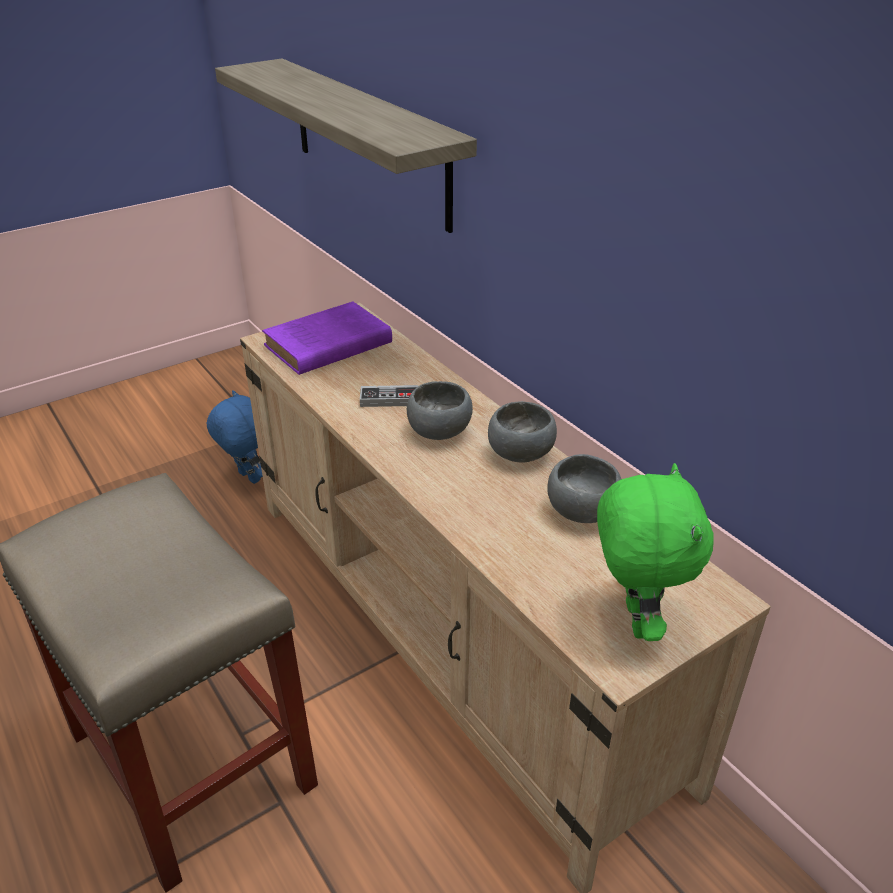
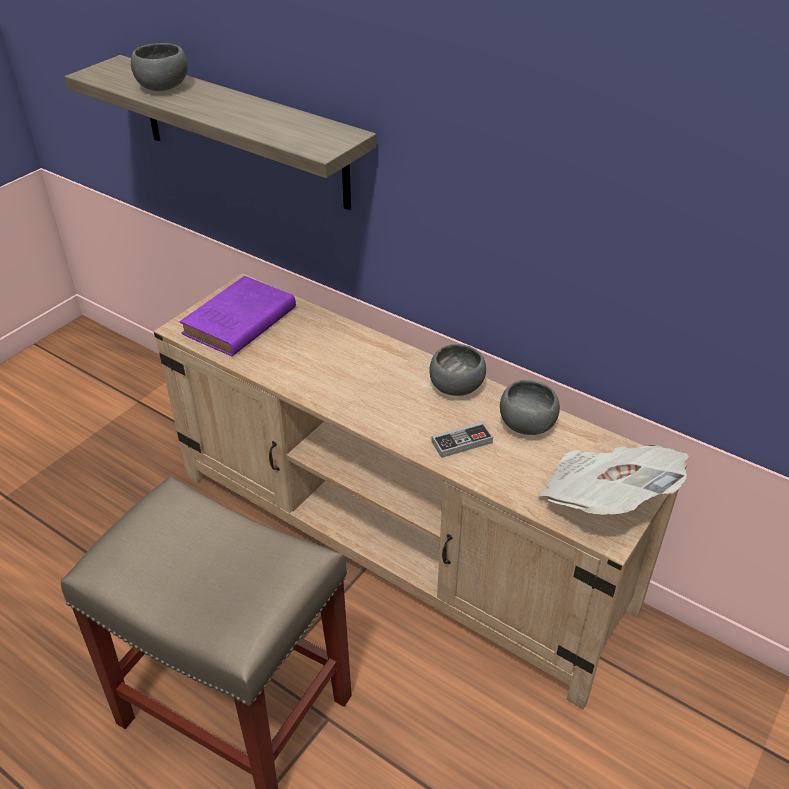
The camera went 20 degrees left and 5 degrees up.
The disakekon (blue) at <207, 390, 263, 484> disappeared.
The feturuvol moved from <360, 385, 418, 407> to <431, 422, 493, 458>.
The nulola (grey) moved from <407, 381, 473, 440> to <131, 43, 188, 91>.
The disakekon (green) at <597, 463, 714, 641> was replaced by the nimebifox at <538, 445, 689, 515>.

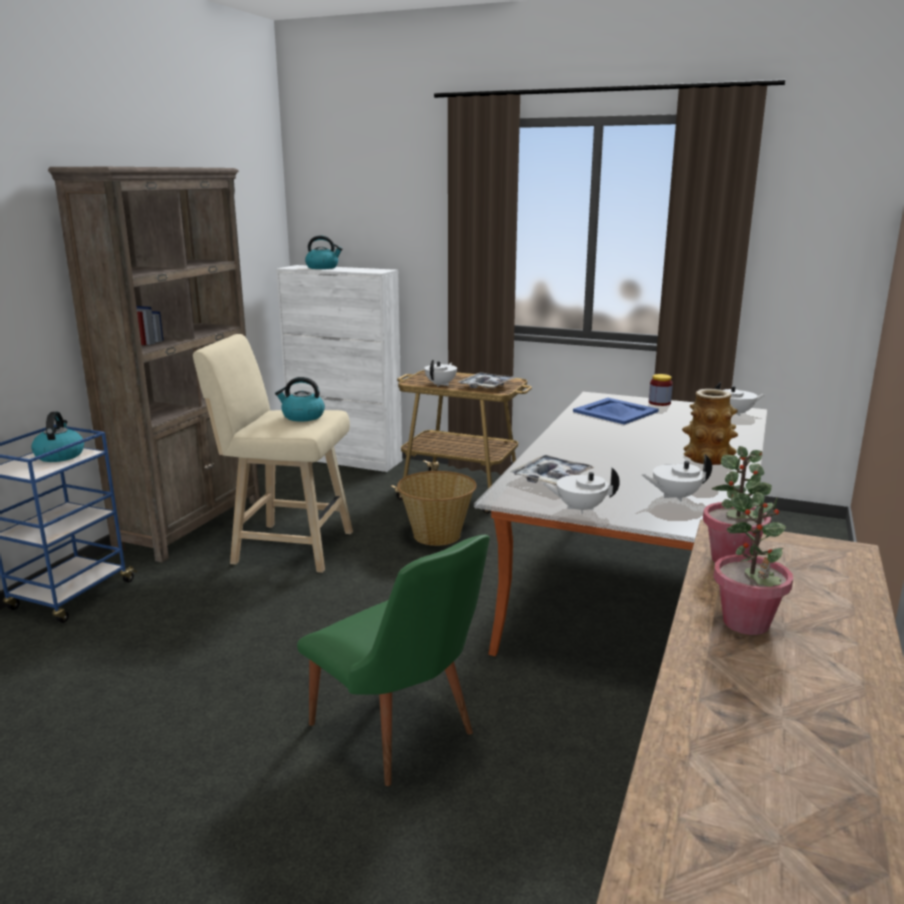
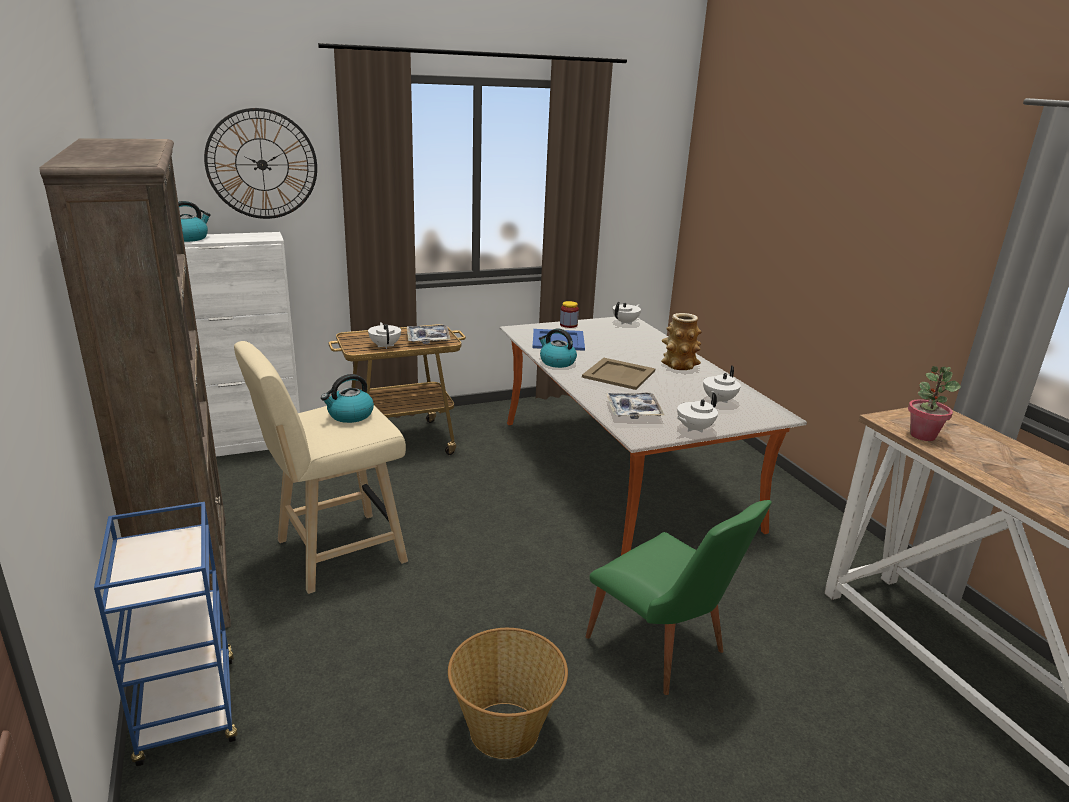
The camera went 45 degrees left and 5 degrees up.
The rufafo at <713, 492, 793, 635> disappeared.
The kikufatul at <204, 108, 317, 219> appeared.
The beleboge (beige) at <582, 358, 655, 390> appeared.
The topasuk moved from <31, 412, 84, 462> to <539, 328, 577, 368>.
The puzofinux moved from <397, 471, 477, 546> to <448, 628, 568, 759>.
The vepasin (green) at <297, 535, 490, 786> turned 45 degrees clockwise.

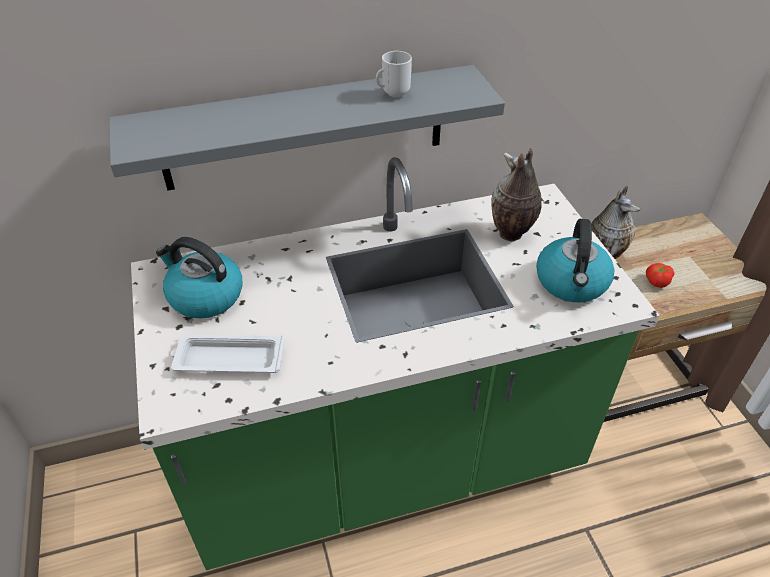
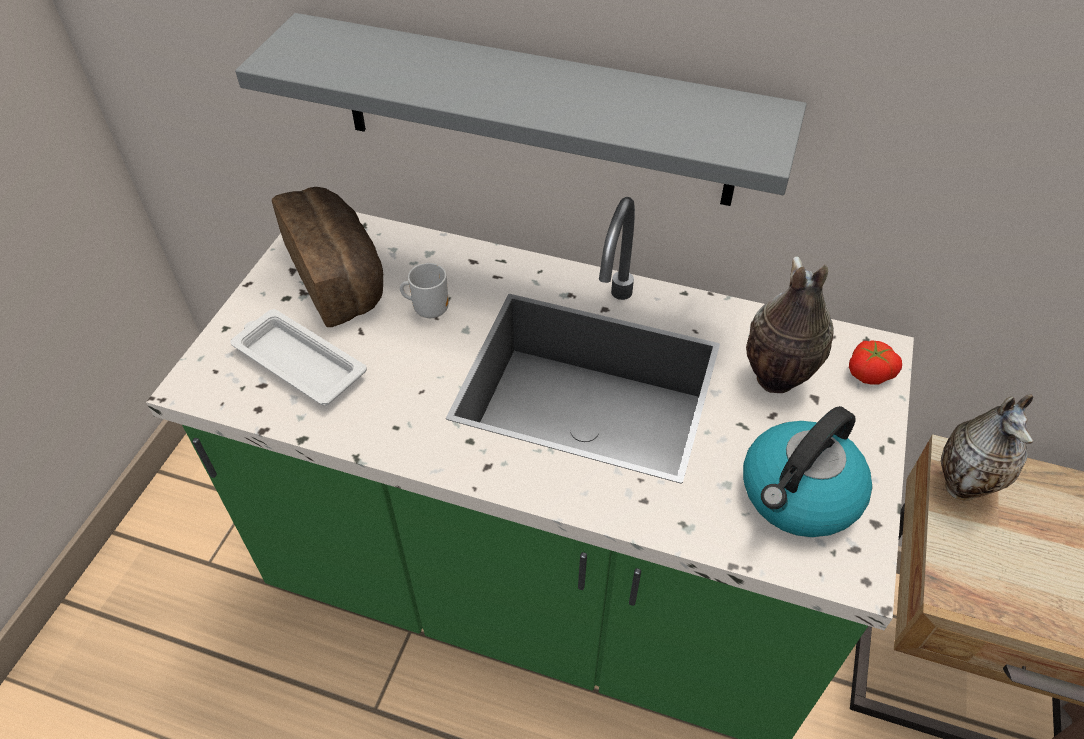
The camera went 35 degrees right and 5 degrees up.
The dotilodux moved from <376, 51, 412, 97> to <400, 263, 449, 318>.
The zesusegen moved from <646, 263, 674, 288> to <849, 340, 902, 385>.
The topasuk at <156, 237, 243, 319> was replaced by the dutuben at <272, 187, 383, 327>.

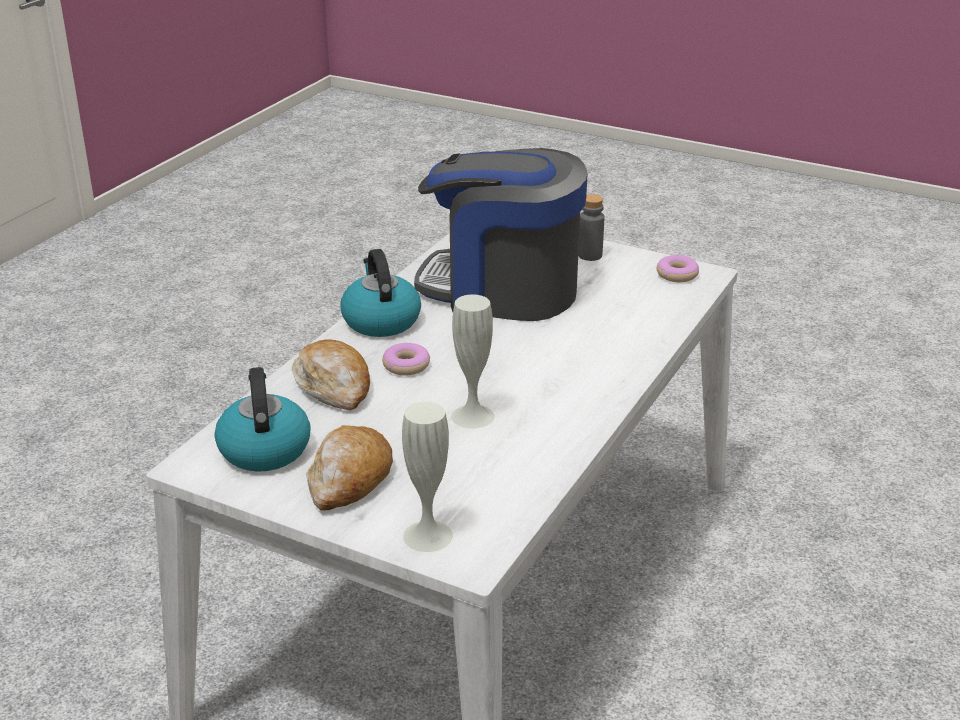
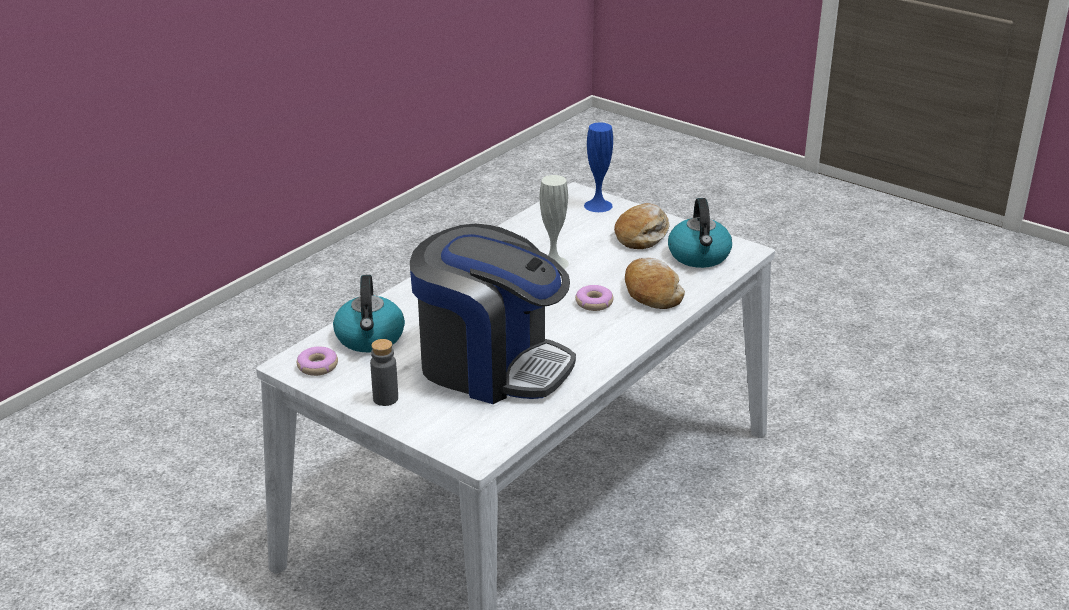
The camera went 170 degrees left and 0 degrees up.
The topasuk moved from <340, 249, 421, 337> to <333, 275, 405, 352>.
The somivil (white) at <402, 402, 453, 552> became the somivil (blue) at <584, 122, 613, 212>.

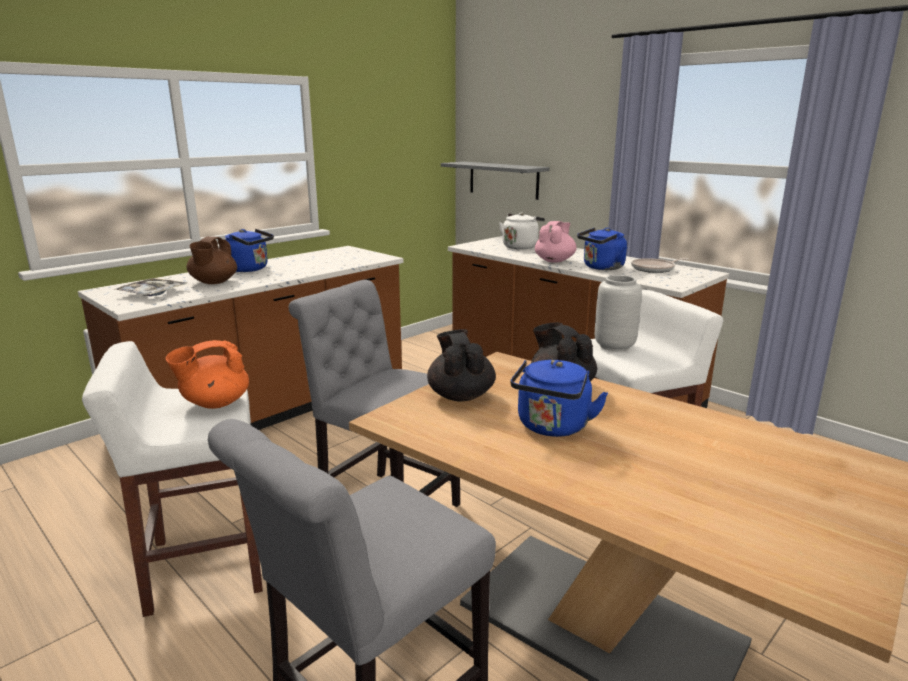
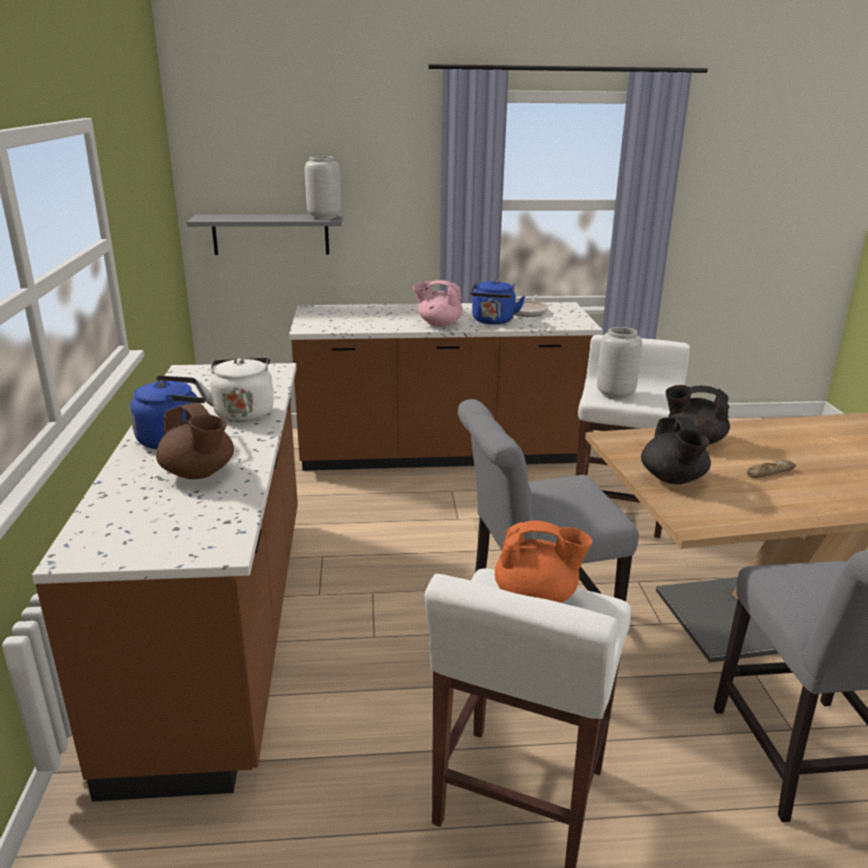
The camera went 50 degrees left and 5 degrees up.
The beleboge at <114, 278, 187, 296> disappeared.
The somivil (grey) at <305, 156, 341, 219> appeared.
The topasuk (white) moved from <499, 212, 545, 249> to <198, 358, 274, 422>.
The topasuk (blue) at <510, 360, 608, 437> was replaced by the dutuben at <747, 460, 796, 478>.
The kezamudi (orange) at <166, 340, 249, 409> turned 90 degrees counterclockwise.
The kezamudi (black) at <427, 329, 496, 401> turned 120 degrees counterclockwise.
The kezamudi (pink) at <535, 221, 577, 262> turned 60 degrees counterclockwise.

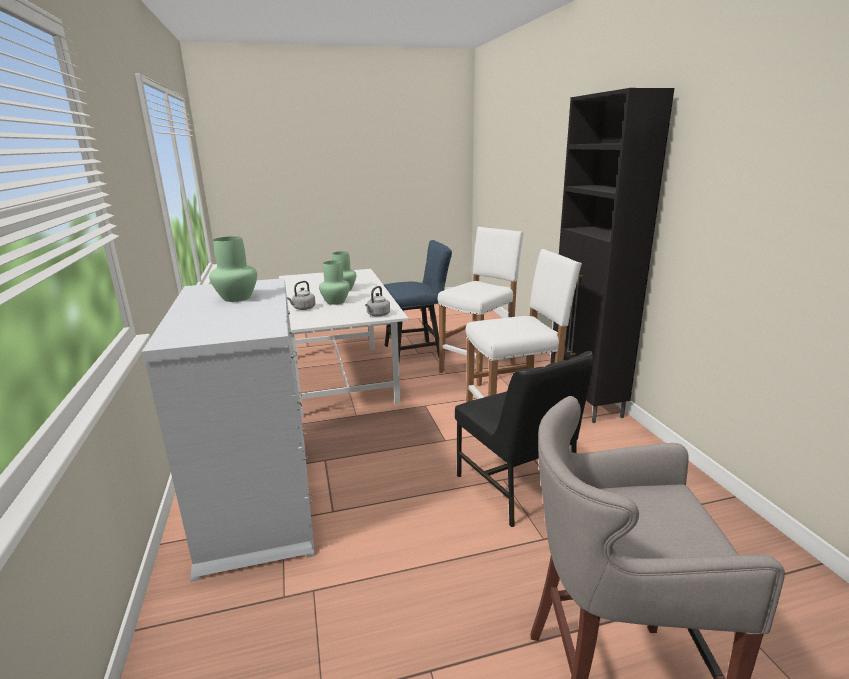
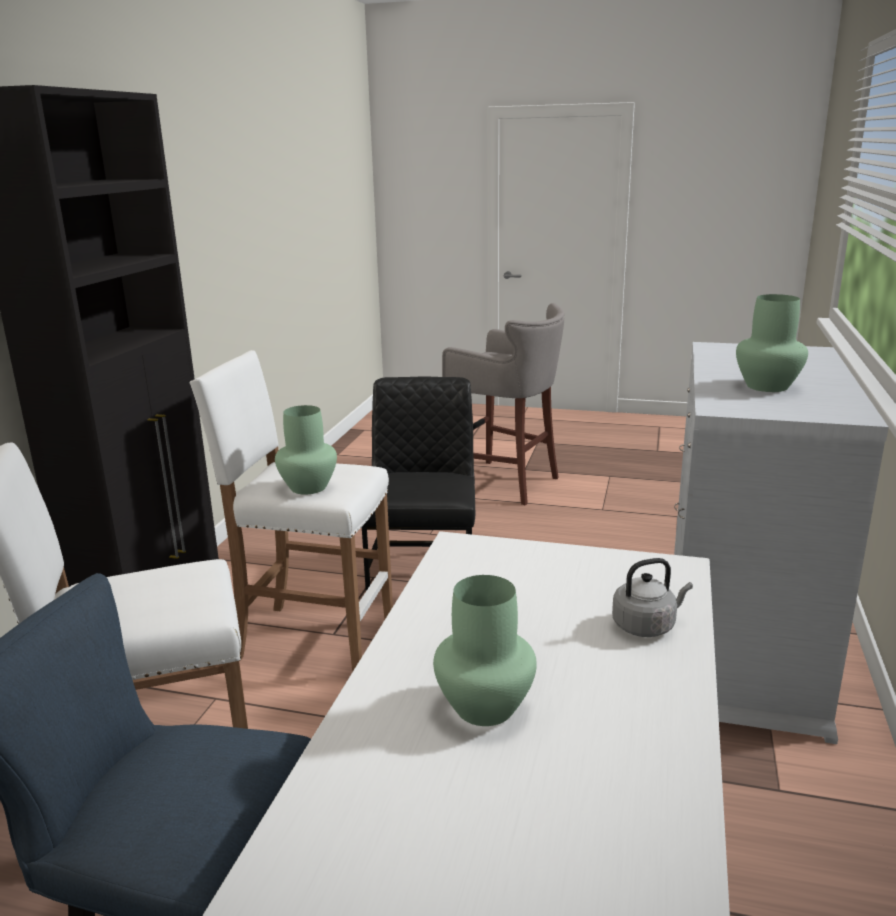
The camera went 150 degrees left and 0 degrees up.
The topasuk (grey) at <365, 286, 390, 317> disappeared.
The somivil (green) moved from <319, 261, 350, 305> to <275, 405, 337, 495>.

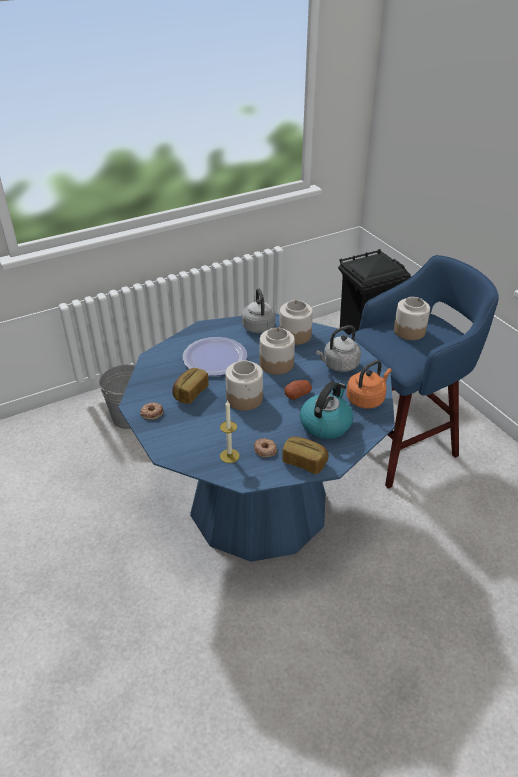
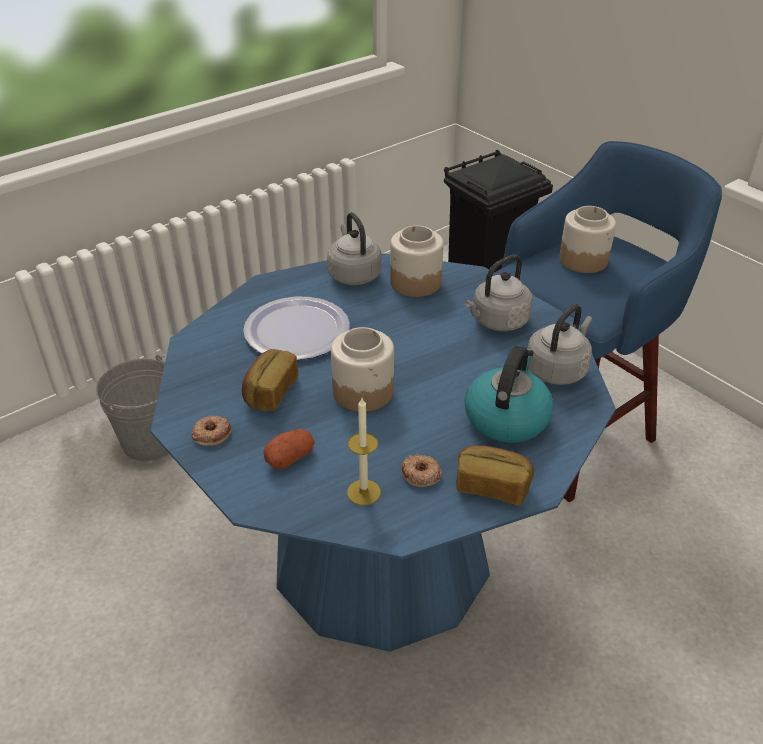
The camera went 10 degrees left and 0 degrees up.
The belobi at <260, 328, 295, 375> disappeared.
The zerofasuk moved from <284, 380, 312, 400> to <263, 429, 315, 469>.
The topasuk (orange) at <347, 360, 392, 409> became the topasuk (grey) at <528, 304, 593, 385>.

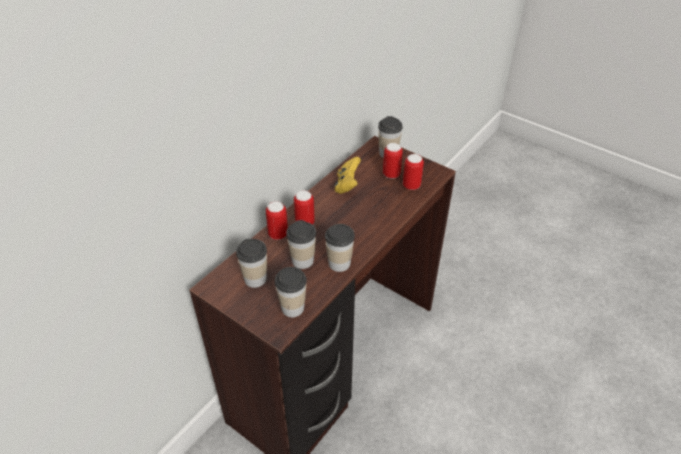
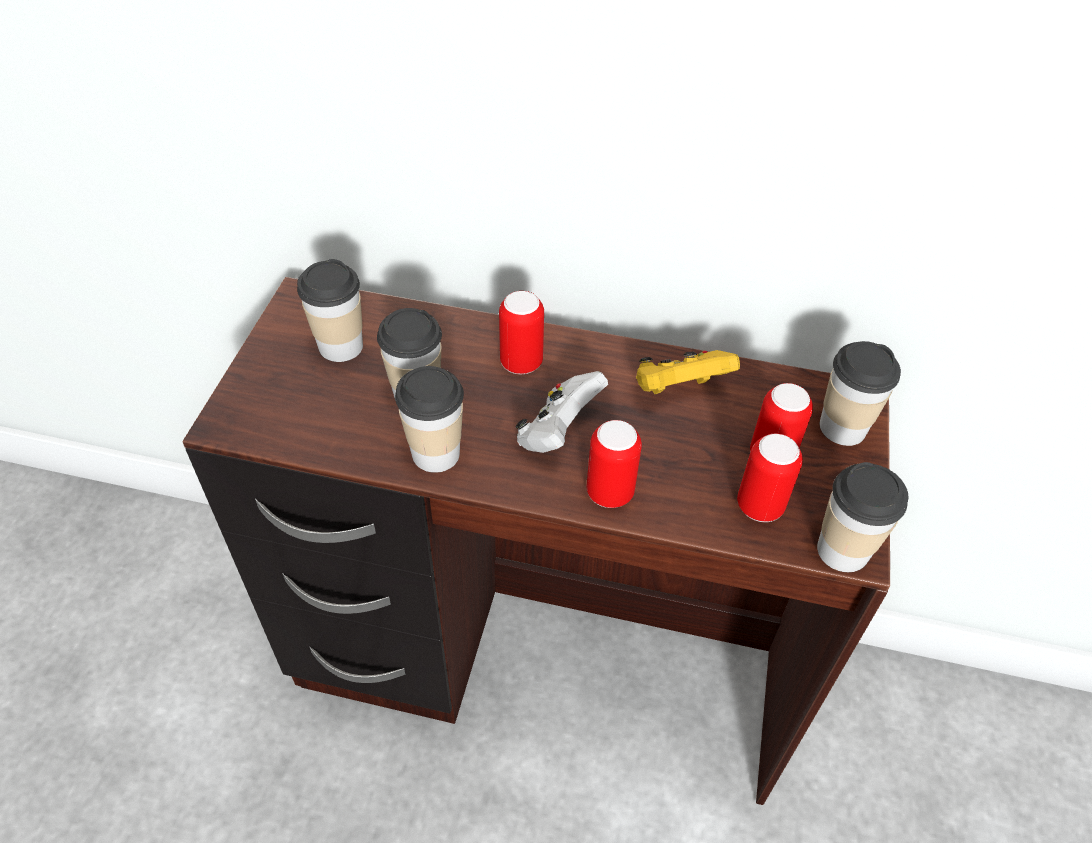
The camera went 65 degrees right and 5 degrees up.
The feturuvol (white) at <516, 371, 608, 453> appeared.
The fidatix moved from <266, 201, 288, 240> to <587, 420, 642, 508>.
The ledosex moved from <275, 267, 307, 317> to <817, 462, 908, 572>.

